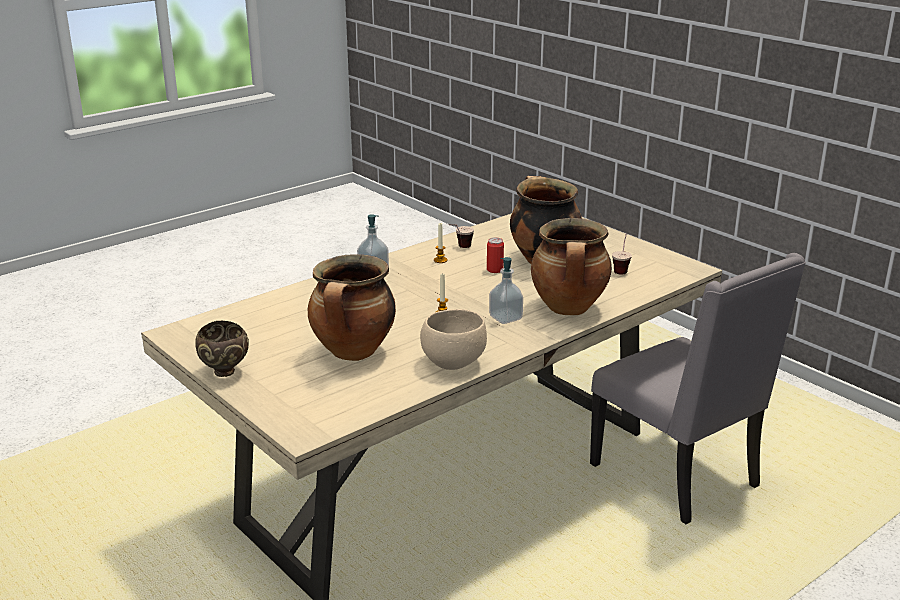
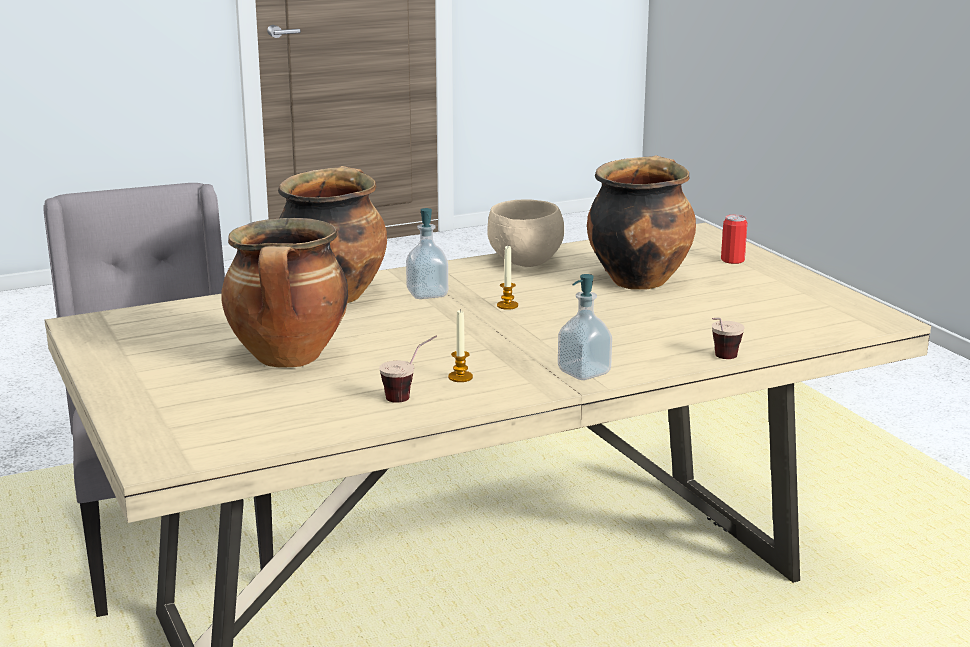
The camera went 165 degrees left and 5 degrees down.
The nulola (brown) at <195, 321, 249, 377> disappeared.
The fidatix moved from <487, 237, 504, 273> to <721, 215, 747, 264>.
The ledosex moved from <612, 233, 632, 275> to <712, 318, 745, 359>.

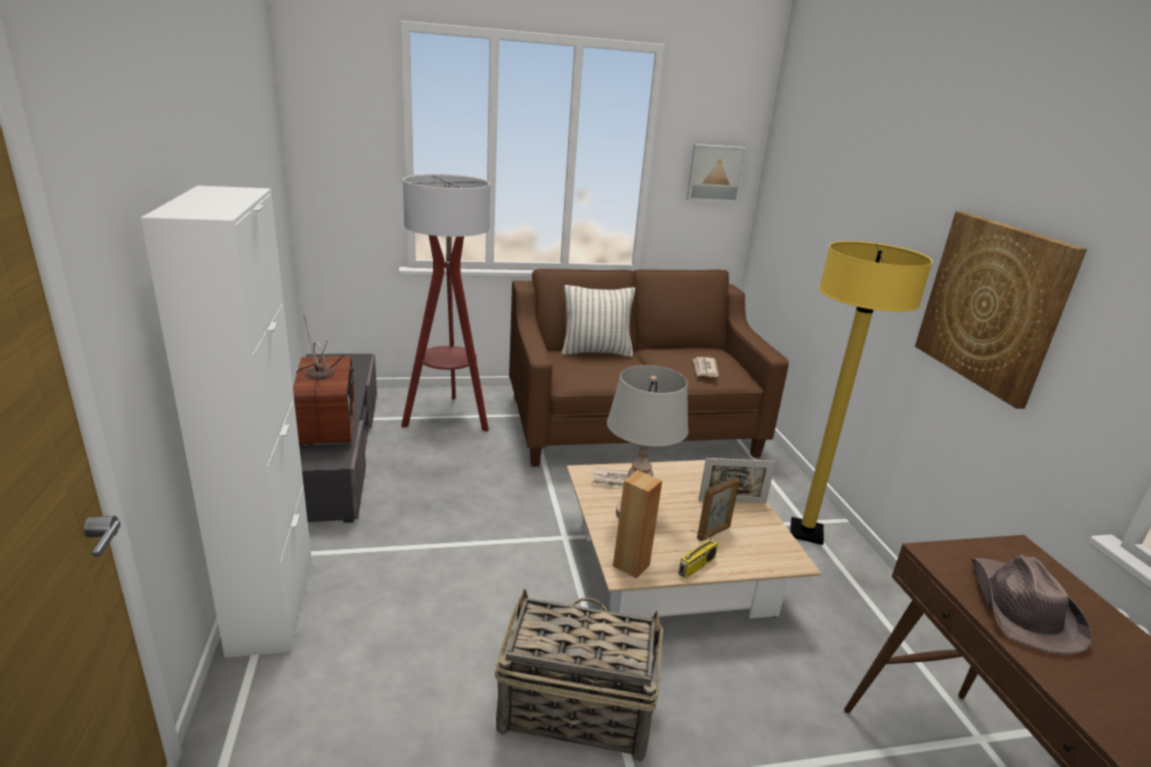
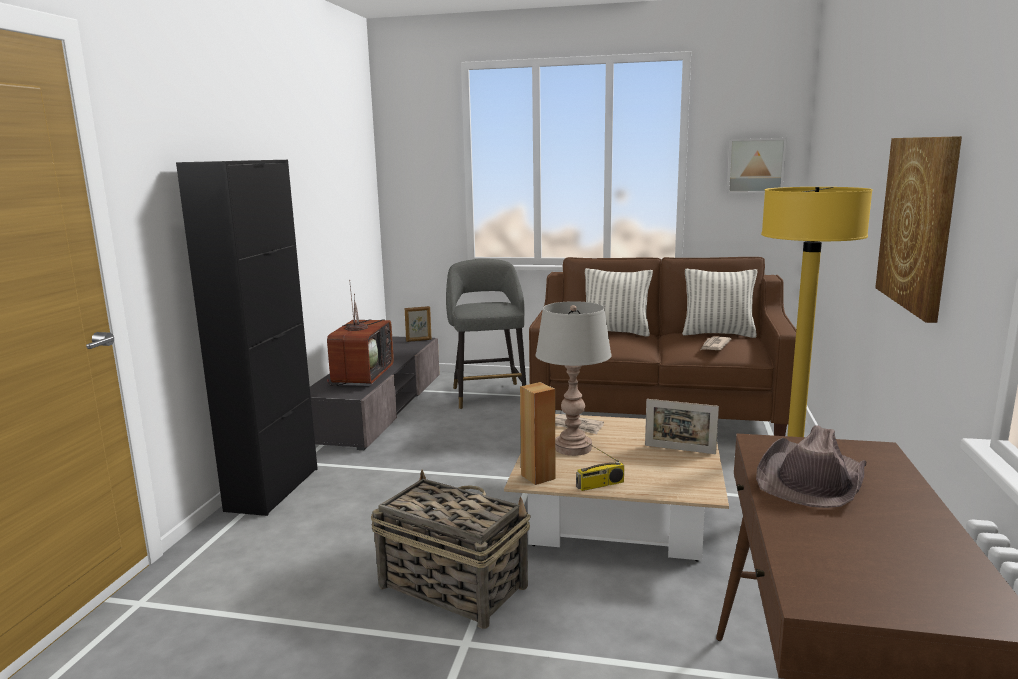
The camera went 25 degrees right and 10 degrees down.
The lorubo at <682, 269, 757, 338> appeared.
The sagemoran moved from <697, 477, 739, 541> to <405, 306, 432, 342>.
The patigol at <401, 174, 490, 432> was replaced by the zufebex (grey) at <446, 259, 526, 409>.
The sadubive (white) at <141, 186, 312, 658> became the sadubive (black) at <176, 160, 318, 516>.

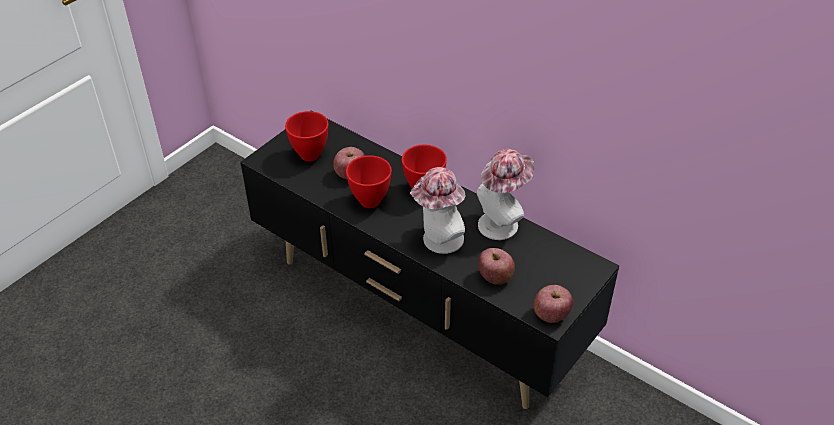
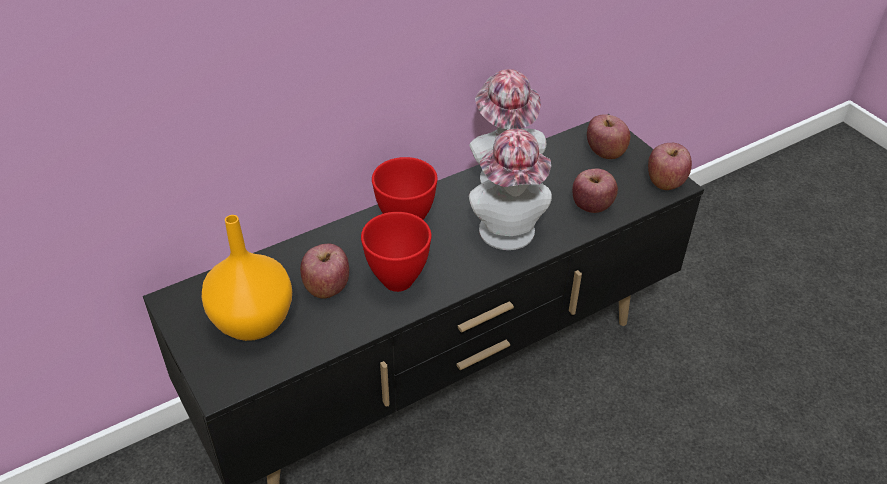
The camera went 70 degrees left and 0 degrees up.
The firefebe at <587, 114, 630, 159> appeared.
The nulola (red) at <285, 111, 329, 162> was replaced by the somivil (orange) at <201, 215, 292, 341>.

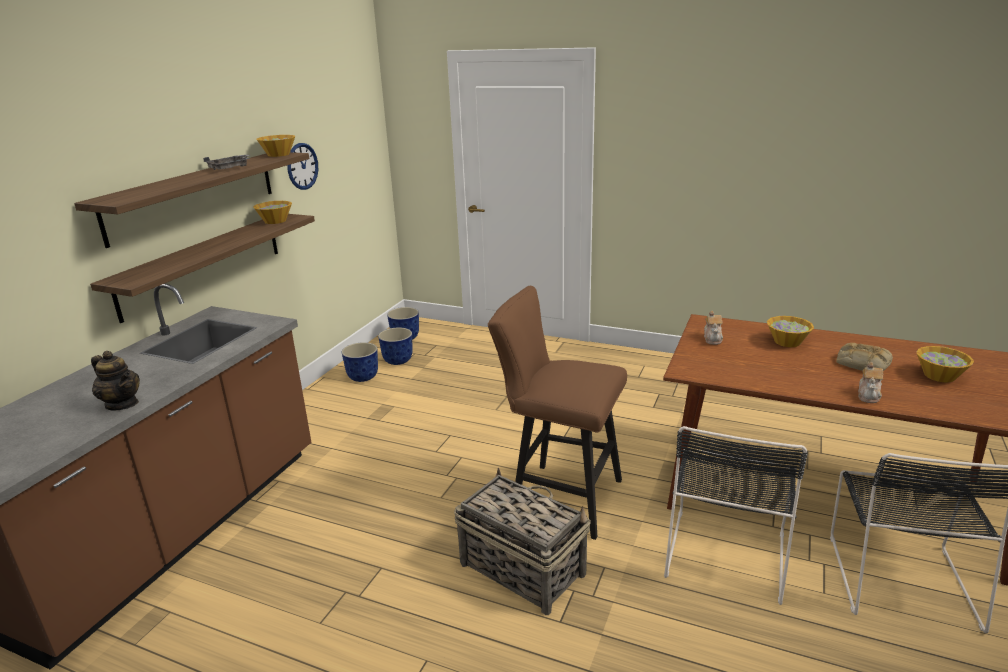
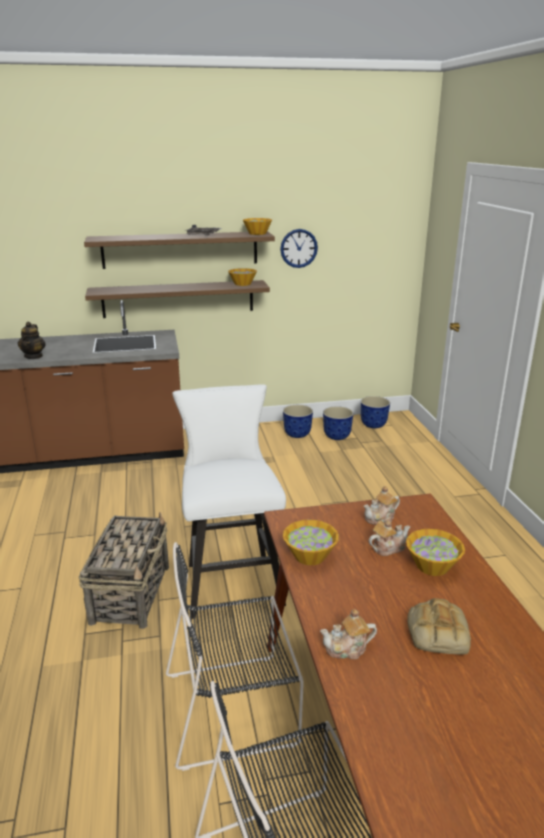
The camera went 55 degrees right and 0 degrees up.
The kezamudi at <368, 520, 410, 556> appeared.
The nulola moved from <916, 346, 974, 382> to <283, 520, 339, 565>.
The zufebex (brown) at <488, 286, 627, 540> became the zufebex (white) at <172, 384, 286, 619>.

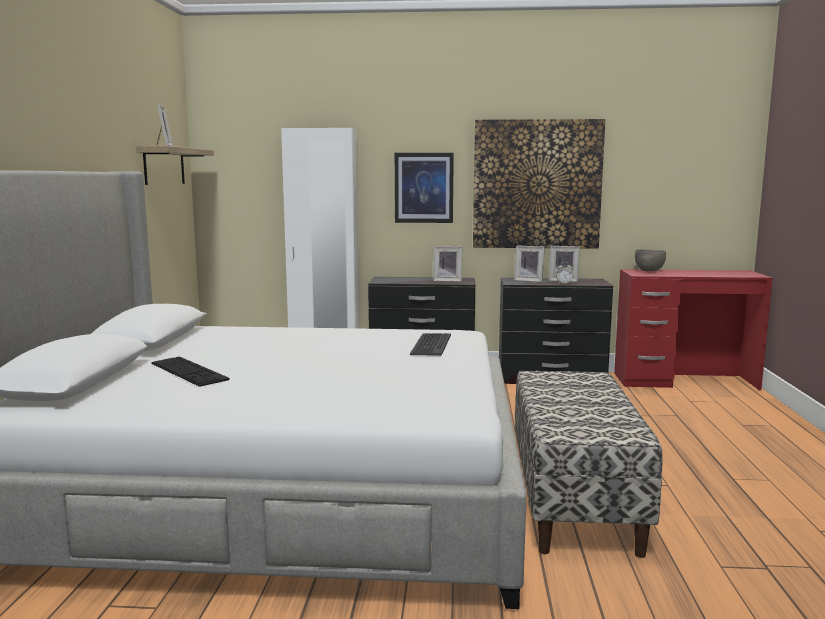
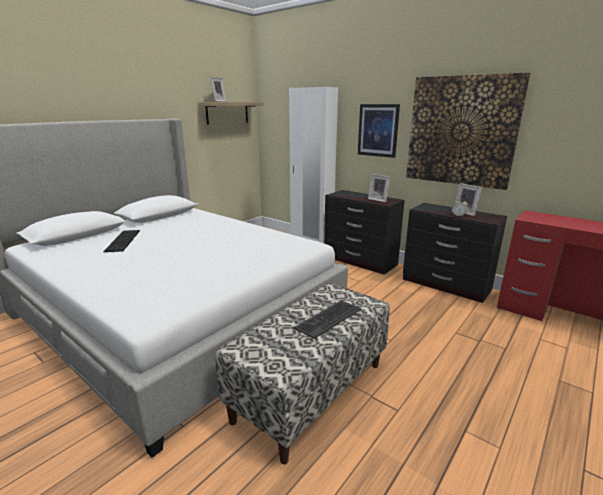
The camera went 35 degrees right and 10 degrees up.
The sagemoran at <514, 245, 545, 282> disappeared.
The nulola (grey) at <635, 250, 666, 271> disappeared.
The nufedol moved from <410, 333, 451, 356> to <294, 300, 361, 339>.

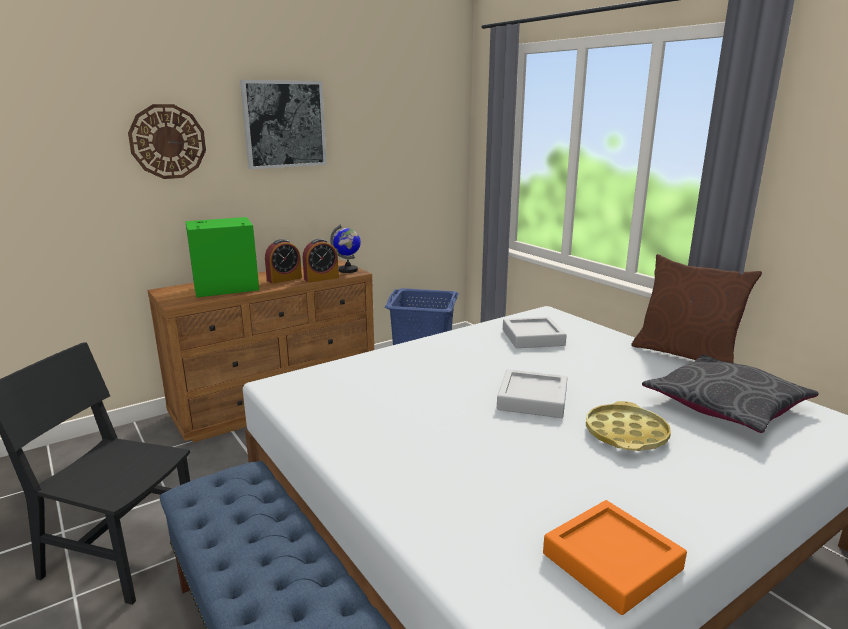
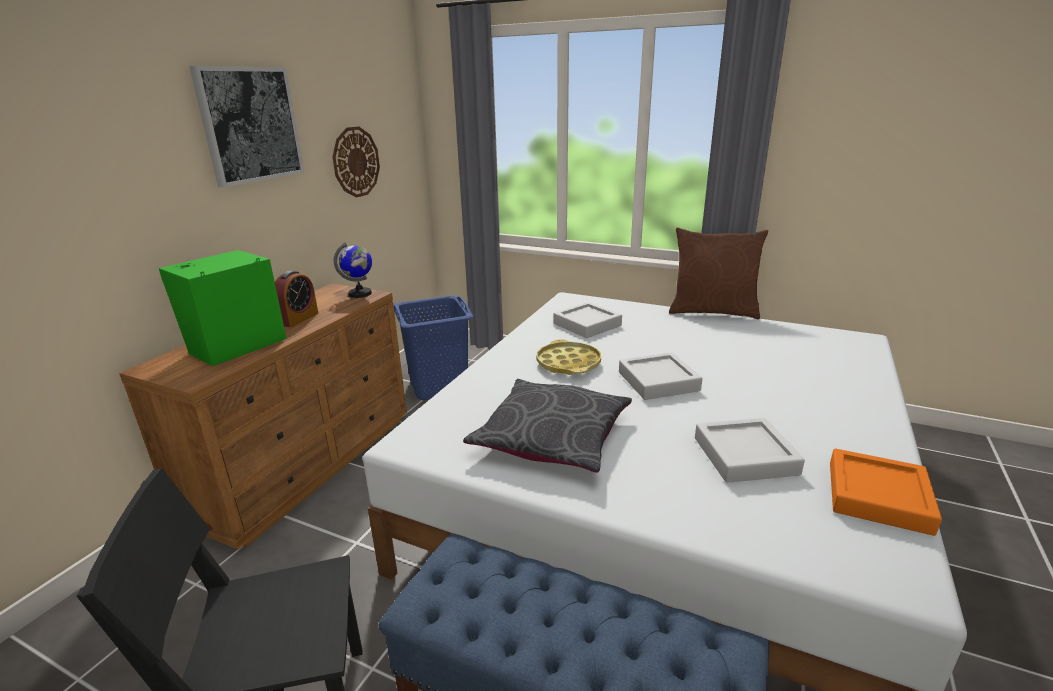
The camera went 30 degrees left and 5 degrees up.
The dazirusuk at <303, 239, 339, 283> disappeared.
The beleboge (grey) at <695, 418, 805, 483> appeared.
The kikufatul moved from <128, 104, 206, 179> to <332, 126, 380, 198>.
The beleboge (yellow) moved from <586, 401, 671, 451> to <537, 339, 601, 375>.
The lorubo (grey) moved from <642, 355, 819, 433> to <463, 379, 632, 473>.

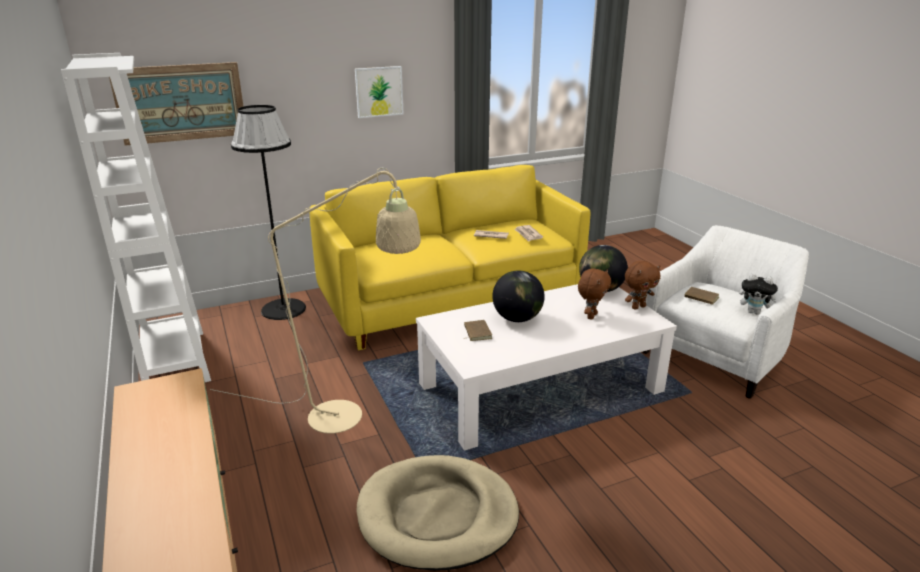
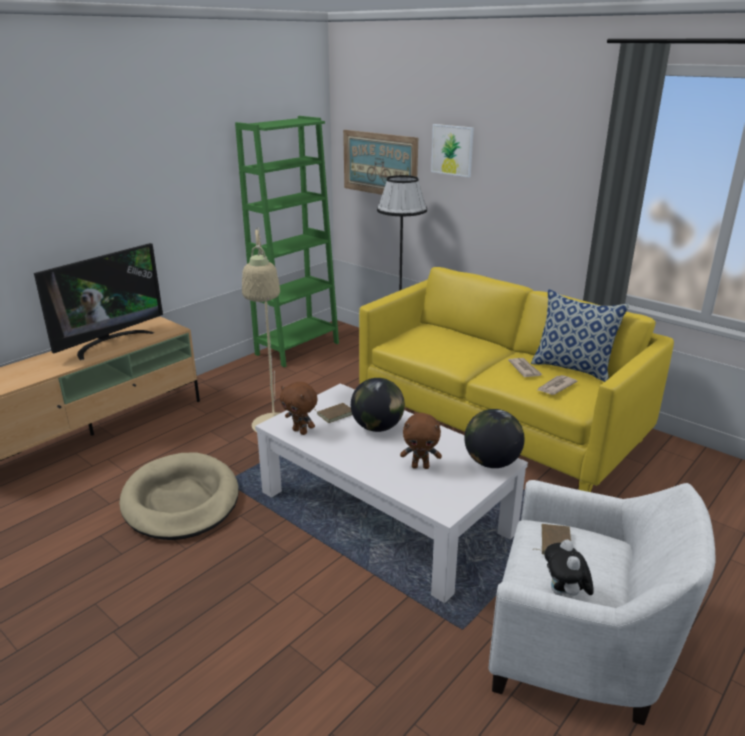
The camera went 65 degrees right and 0 degrees up.
The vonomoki at <34, 243, 163, 360> appeared.
The lorubo at <531, 289, 629, 382> appeared.
The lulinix moved from <355, 66, 404, 118> to <431, 124, 474, 177>.
The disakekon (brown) moved from <625, 261, 660, 310> to <280, 382, 318, 435>.
The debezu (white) at <61, 53, 211, 382> became the debezu (green) at <235, 116, 339, 367>.

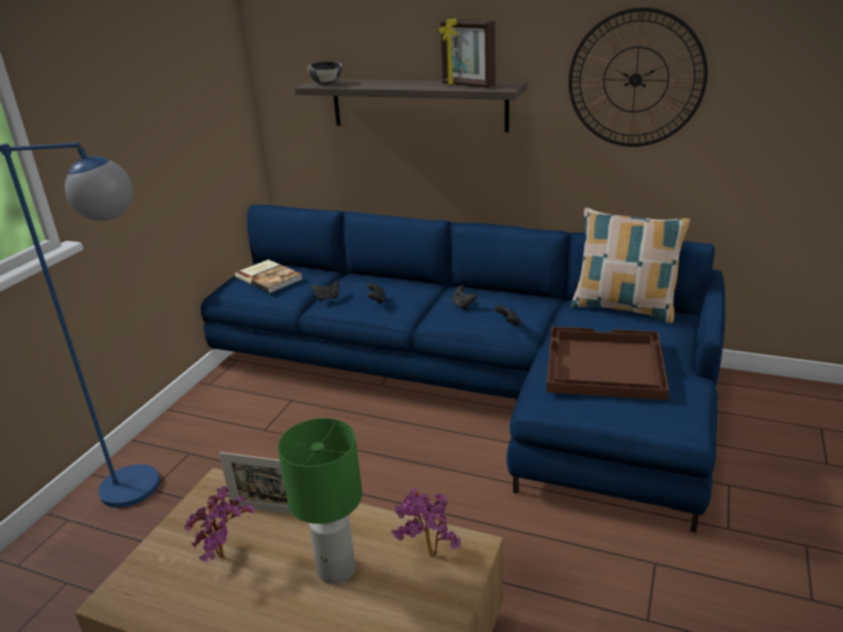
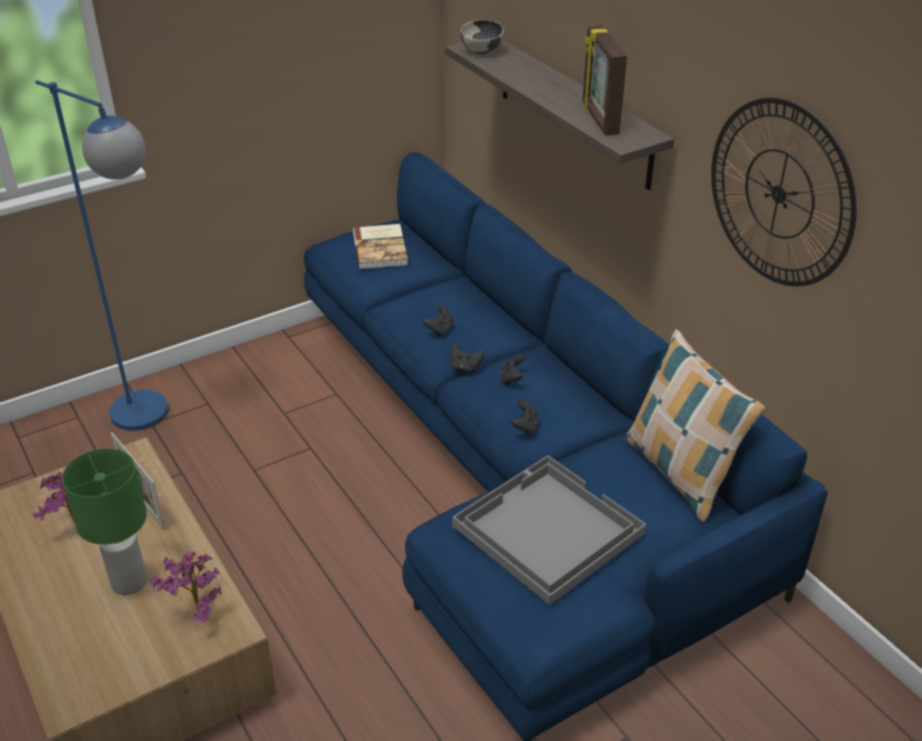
The camera went 35 degrees right and 10 degrees up.
The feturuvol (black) moved from <312, 281, 340, 301> to <450, 343, 485, 372>.
The beleboge (brown) at <547, 326, 669, 400> became the beleboge (grey) at <452, 455, 646, 605>.

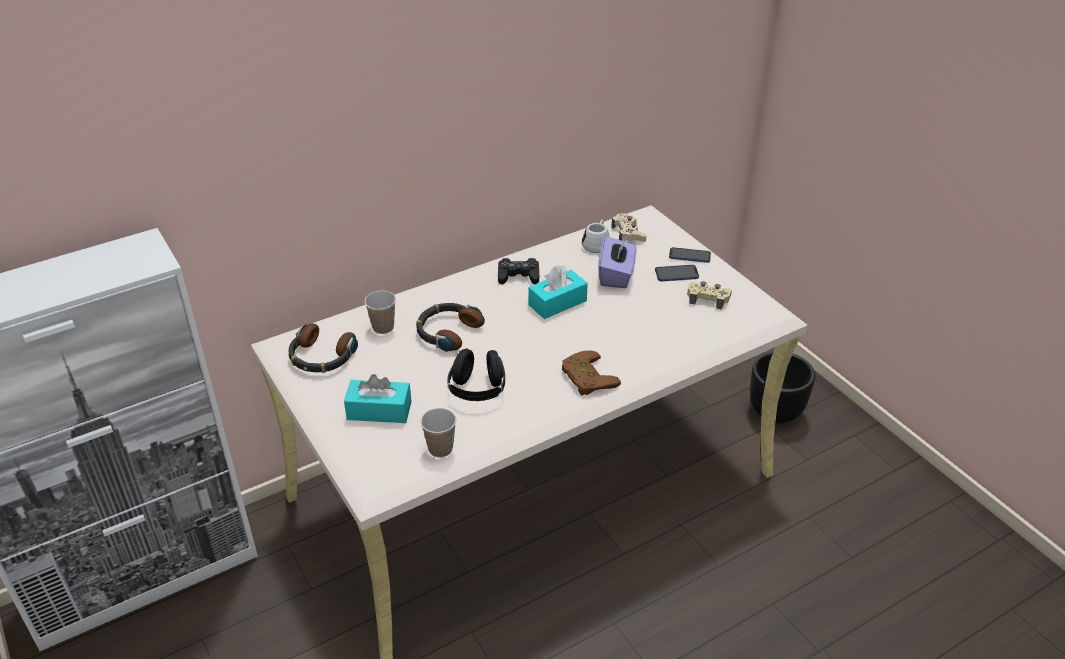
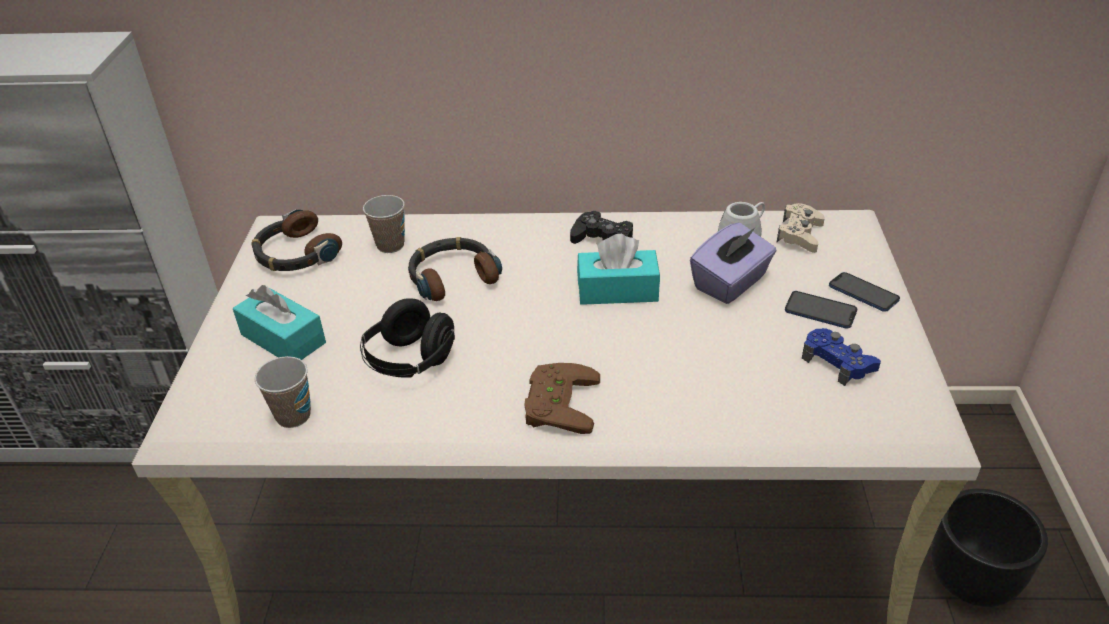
The camera went 35 degrees right and 0 degrees up.
The feturuvol (beige) at <687, 281, 732, 310> became the feturuvol (blue) at <802, 328, 881, 386>.

